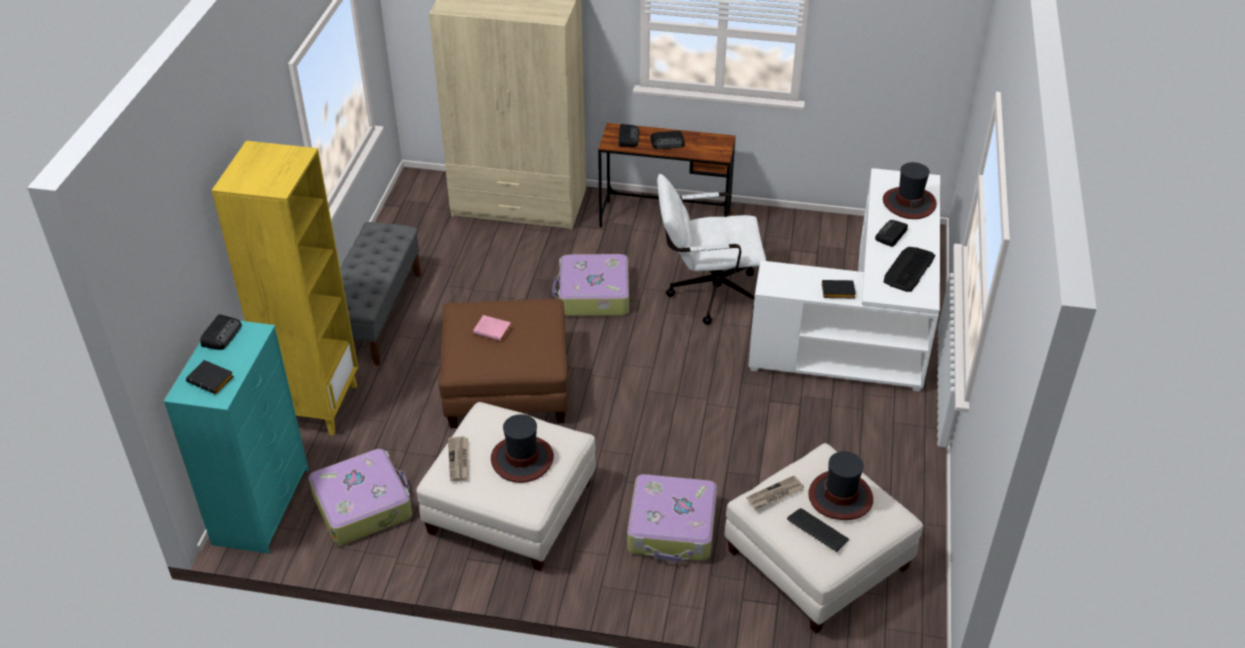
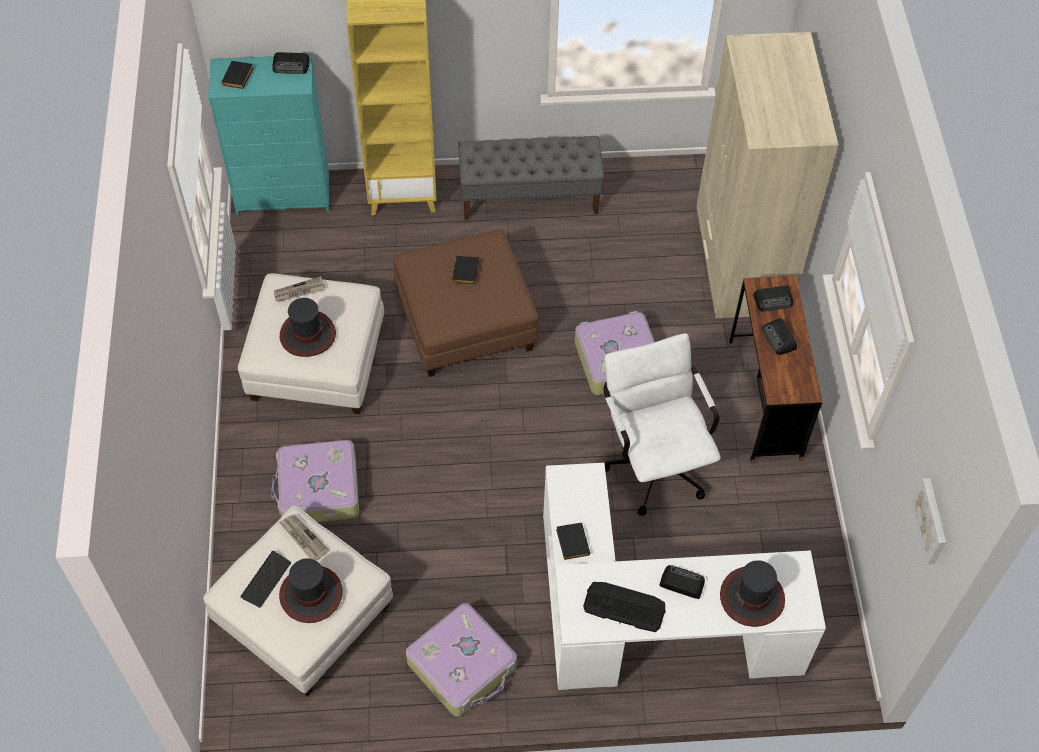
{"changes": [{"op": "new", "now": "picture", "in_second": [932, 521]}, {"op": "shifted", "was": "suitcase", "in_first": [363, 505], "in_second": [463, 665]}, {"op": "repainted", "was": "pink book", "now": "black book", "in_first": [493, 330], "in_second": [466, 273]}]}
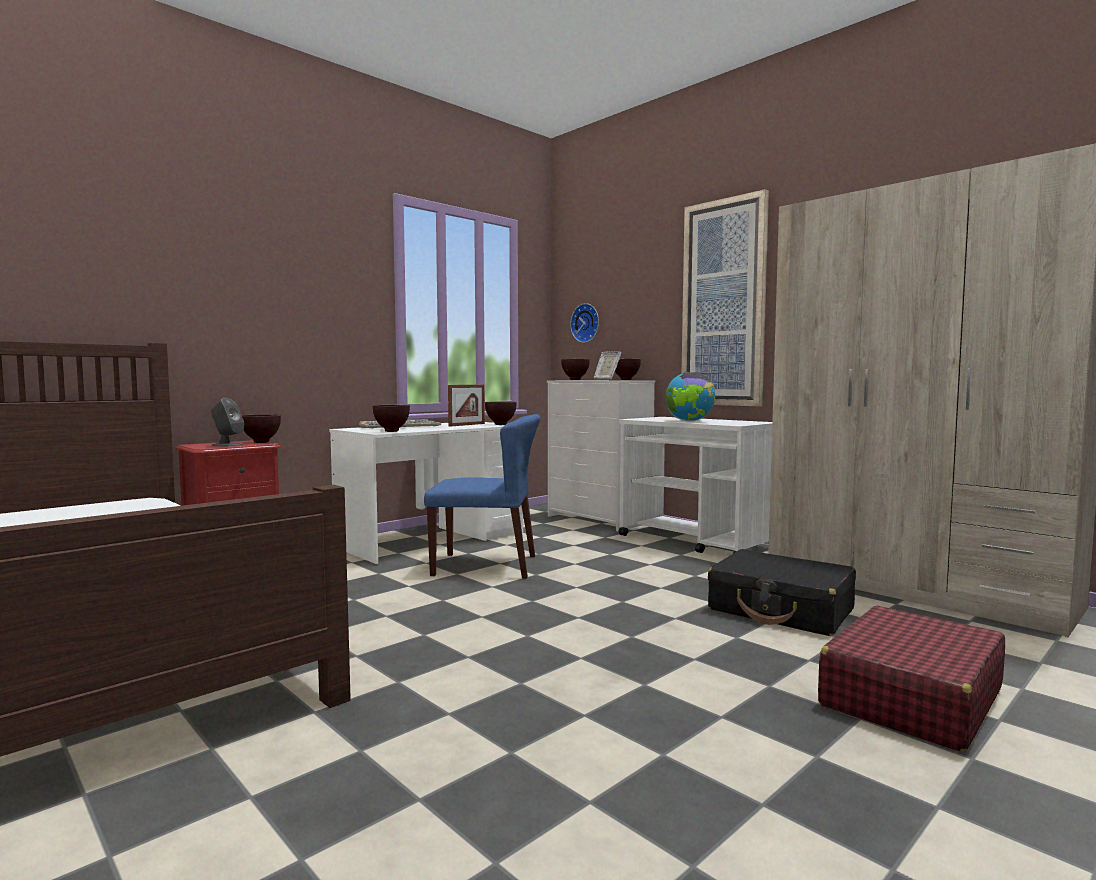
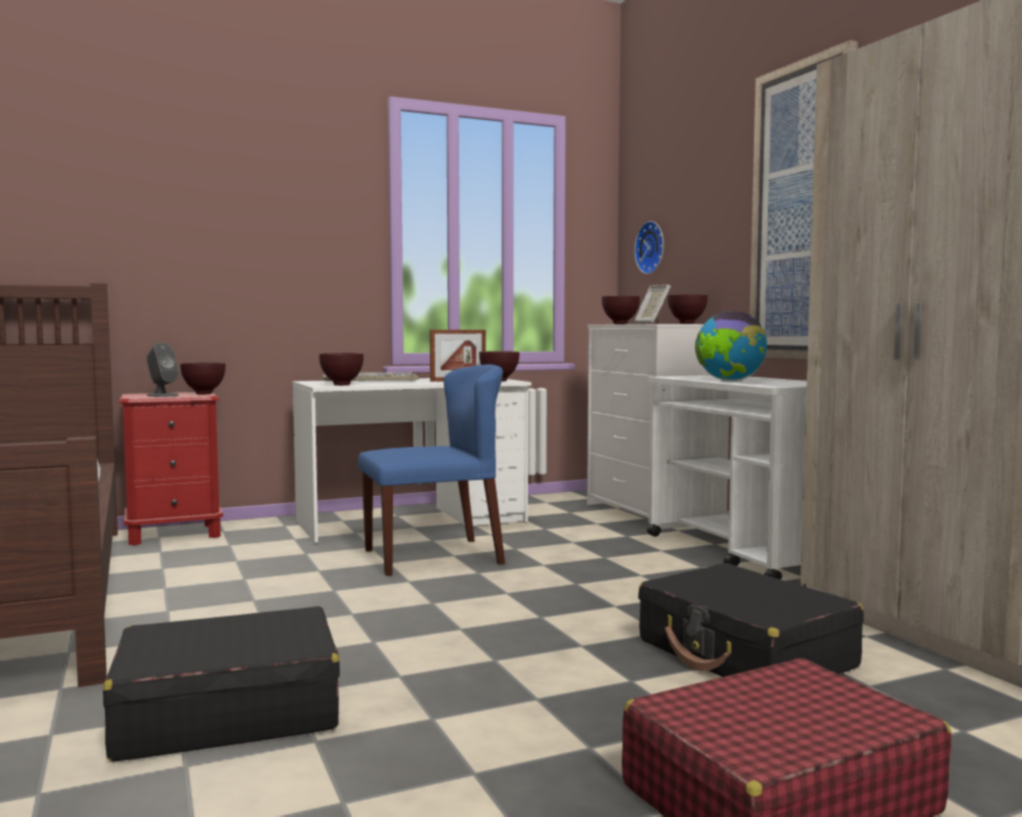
{"changes": [{"op": "new", "now": "black suitcase", "in_second": [227, 712]}, {"op": "rotated", "was": "blue chair", "in_first": [486, 565], "in_second": [434, 556], "clockwise": -45}]}
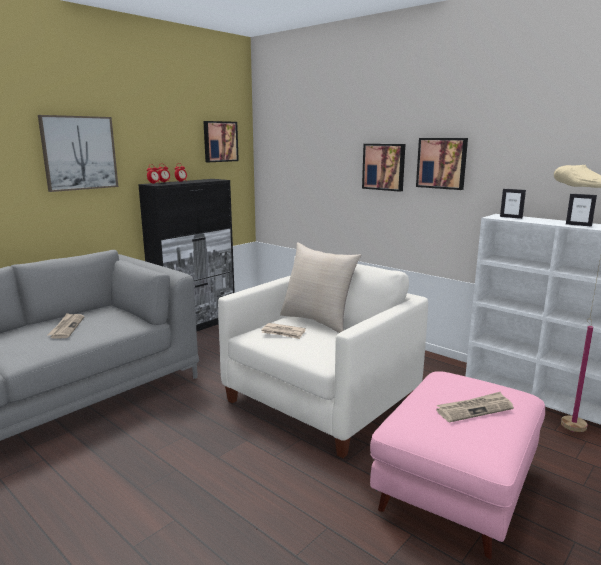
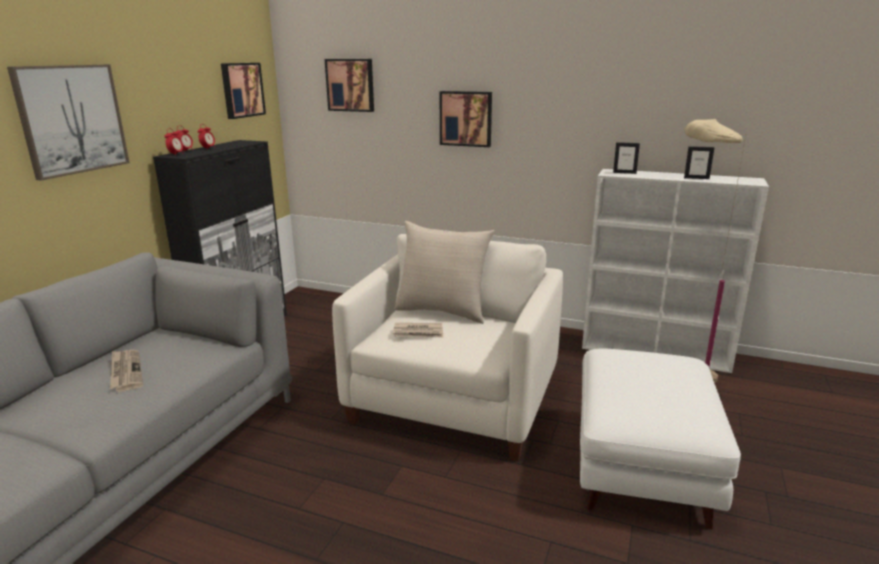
{"changes": [{"op": "gone", "was": "newspaper", "in_first": [474, 409]}, {"op": "shifted", "was": "picture", "in_first": [442, 163], "in_second": [351, 85]}, {"op": "repainted", "was": "pink ottoman", "now": "white ottoman", "in_first": [457, 488], "in_second": [643, 466]}]}
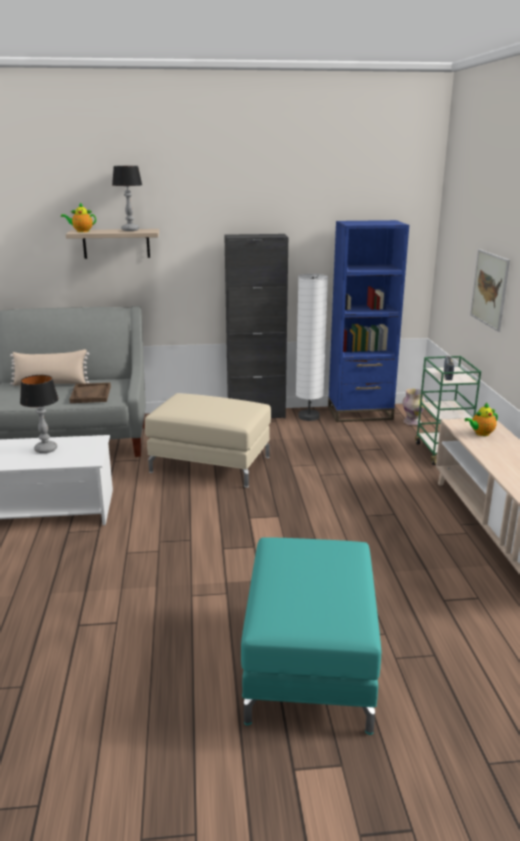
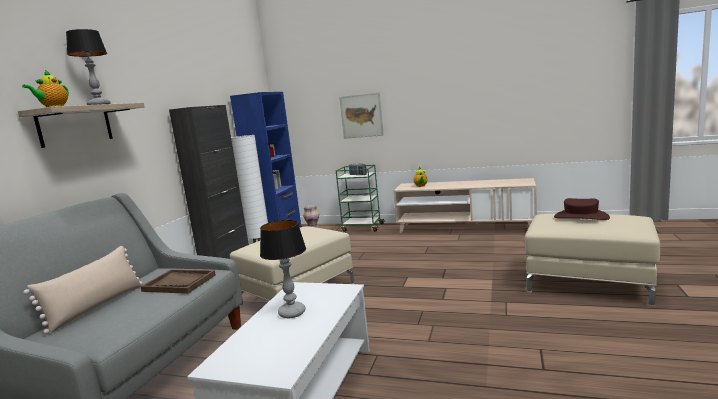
{"changes": [{"op": "new", "now": "brown hat", "in_second": [581, 217]}, {"op": "repainted", "was": "turquoise ottoman", "now": "beige ottoman", "in_first": [311, 664], "in_second": [588, 283]}]}
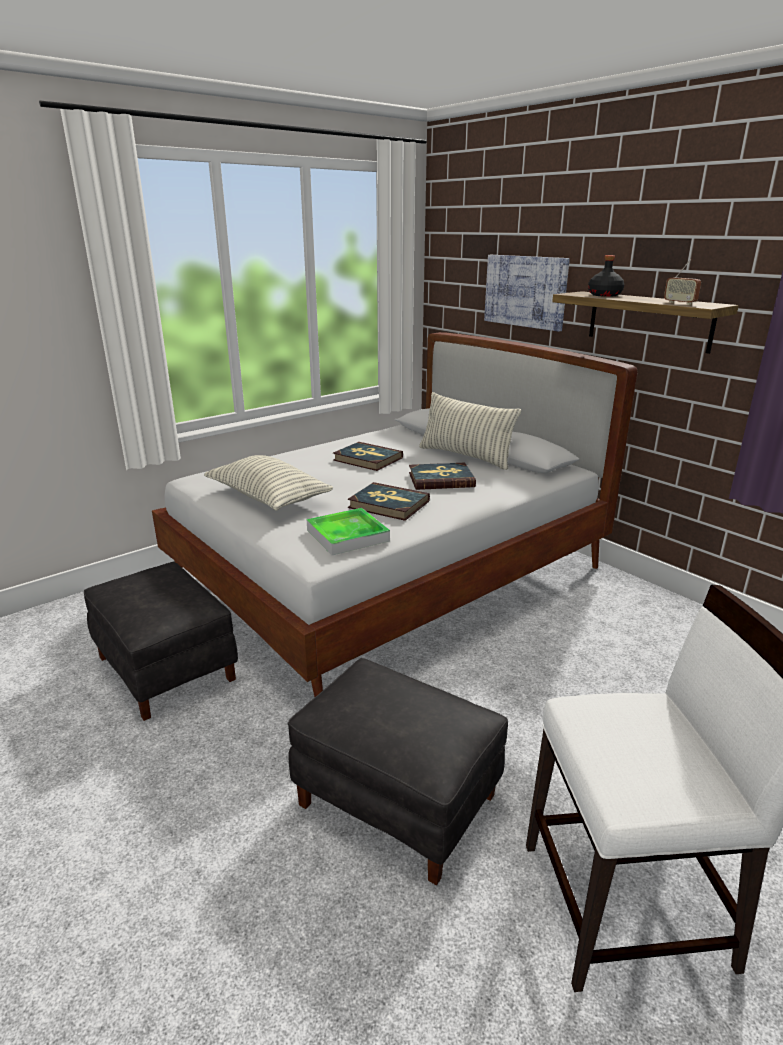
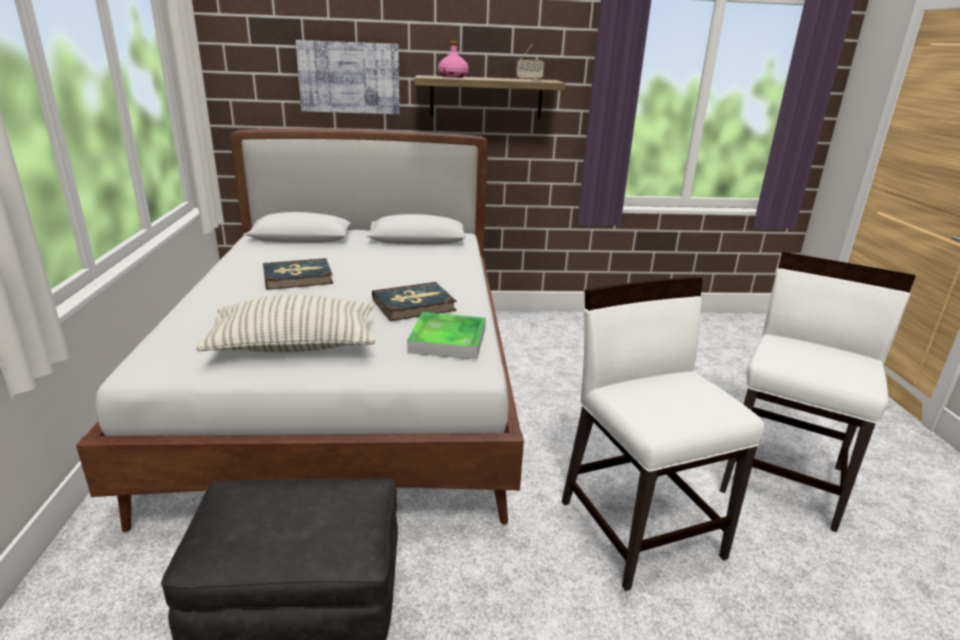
{"changes": [{"op": "gone", "was": "book", "in_first": [441, 479]}, {"op": "gone", "was": "pillow", "in_first": [465, 456]}, {"op": "swapped", "was": "black ottoman", "now": "white chair", "in_first": [398, 799], "in_second": [640, 527]}, {"op": "repainted", "was": "black bottle", "now": "pink bottle", "in_first": [604, 295], "in_second": [453, 77]}]}
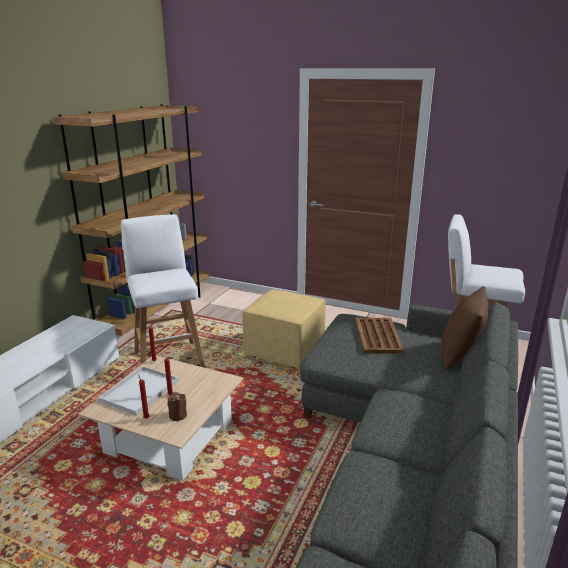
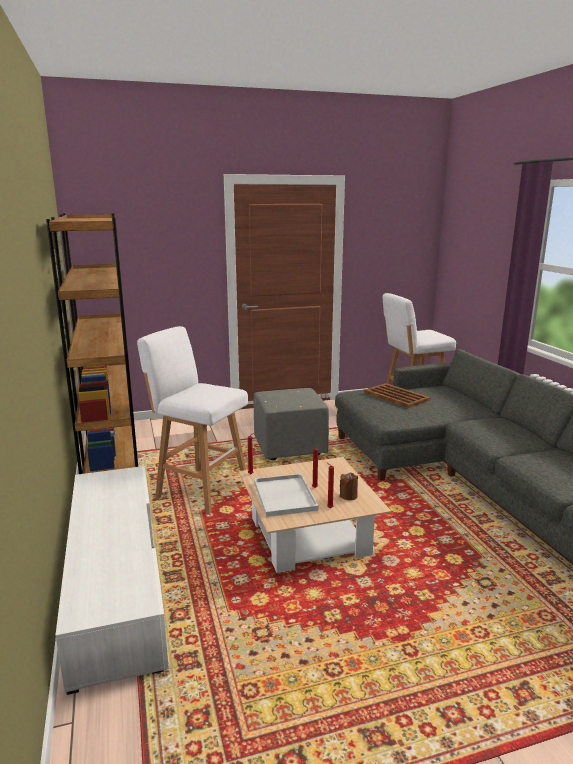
{"changes": [{"op": "gone", "was": "brown pillow", "in_first": [459, 356]}, {"op": "repainted", "was": "yellow ottoman", "now": "grey ottoman", "in_first": [285, 351], "in_second": [289, 447]}]}
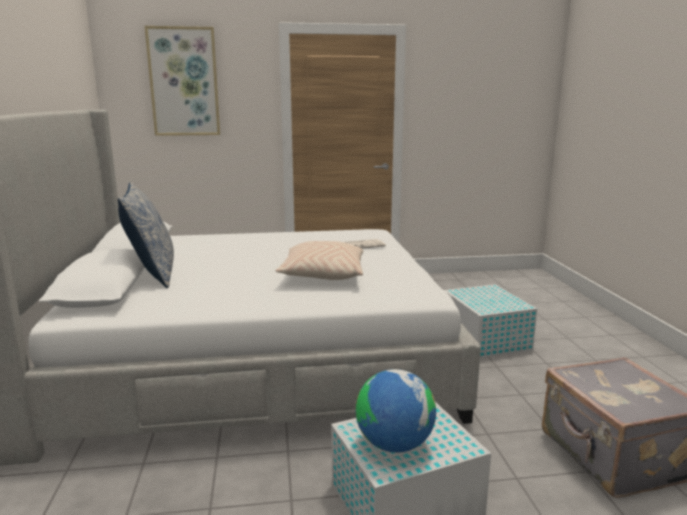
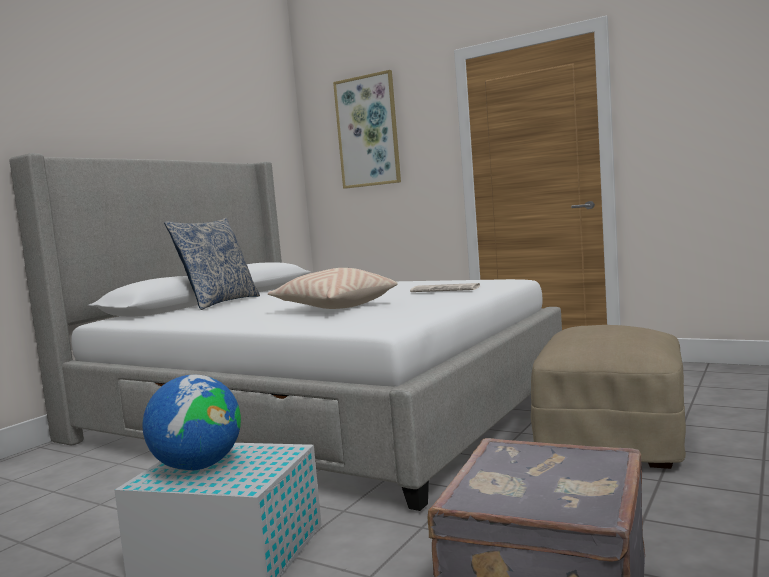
{"changes": [{"op": "swapped", "was": "white storage box", "now": "beige ottoman", "in_first": [485, 340], "in_second": [612, 439]}]}
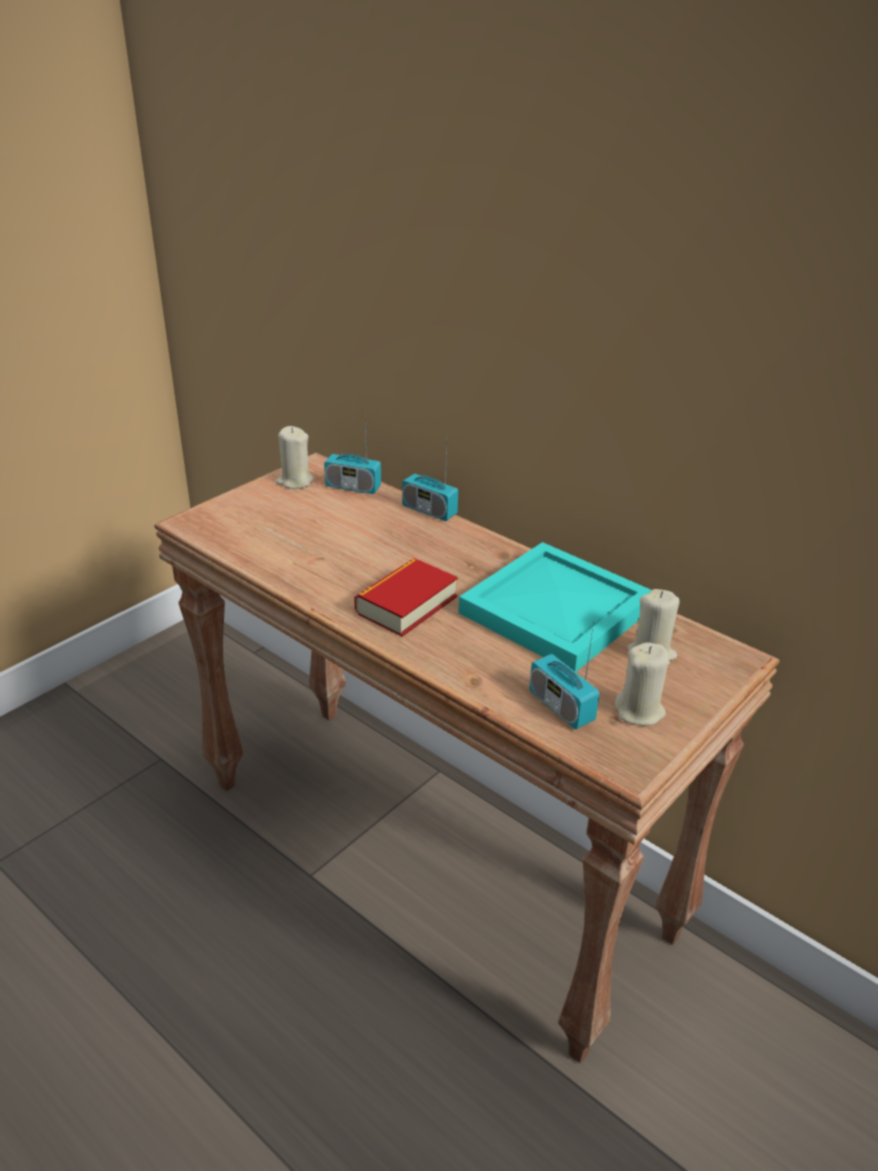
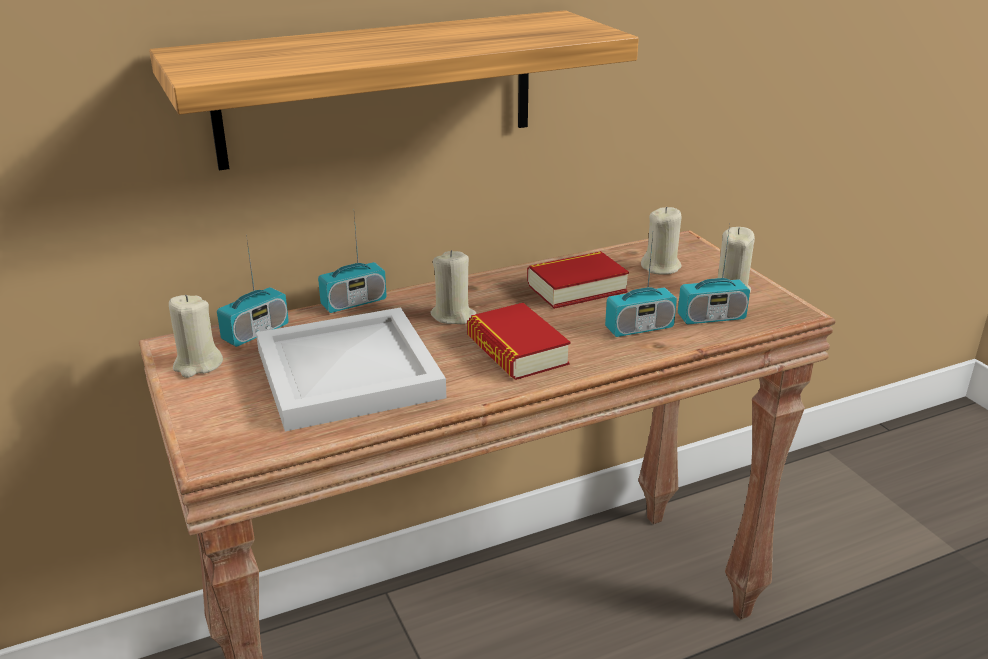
{"changes": [{"op": "new", "now": "shelf", "in_second": [378, 88]}, {"op": "new", "now": "white tray", "in_second": [350, 372]}, {"op": "new", "now": "beige candle", "in_second": [453, 316]}, {"op": "new", "now": "radio", "in_second": [639, 328]}, {"op": "swapped", "was": "turquoise tray", "now": "book", "in_first": [553, 610], "in_second": [576, 288]}]}
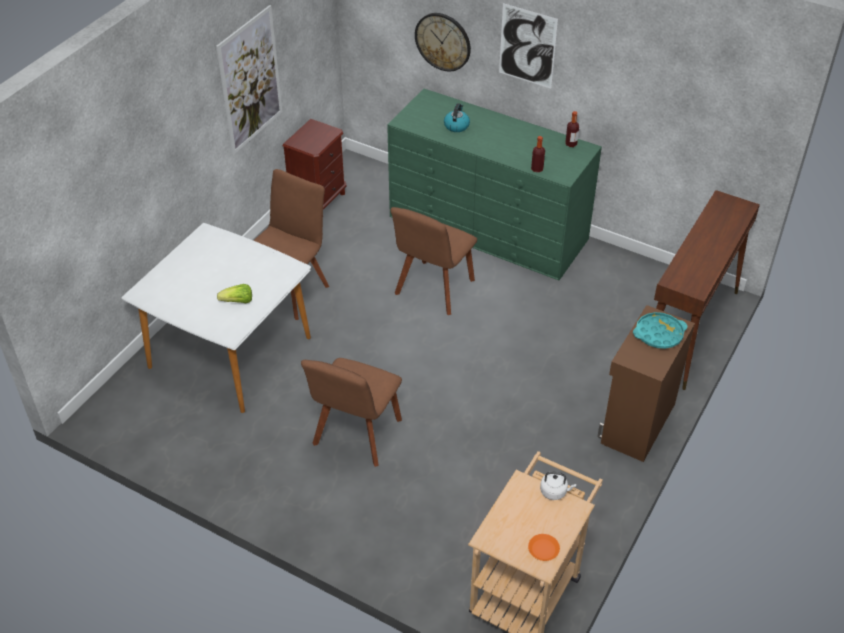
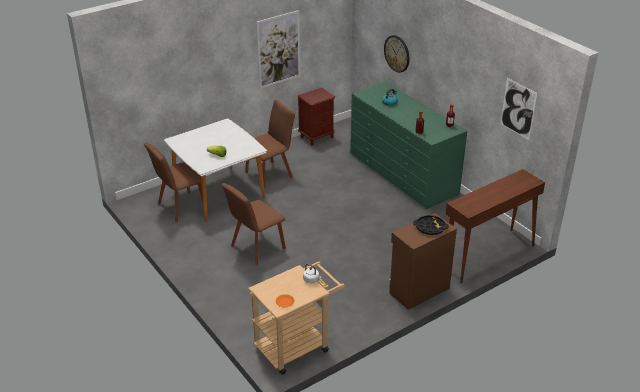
{"changes": [{"op": "shifted", "was": "brown chair", "in_first": [433, 290], "in_second": [180, 207]}, {"op": "shifted", "was": "picture", "in_first": [527, 46], "in_second": [518, 109]}, {"op": "repainted", "was": "turquoise tray", "now": "black tray", "in_first": [659, 334], "in_second": [430, 227]}]}
